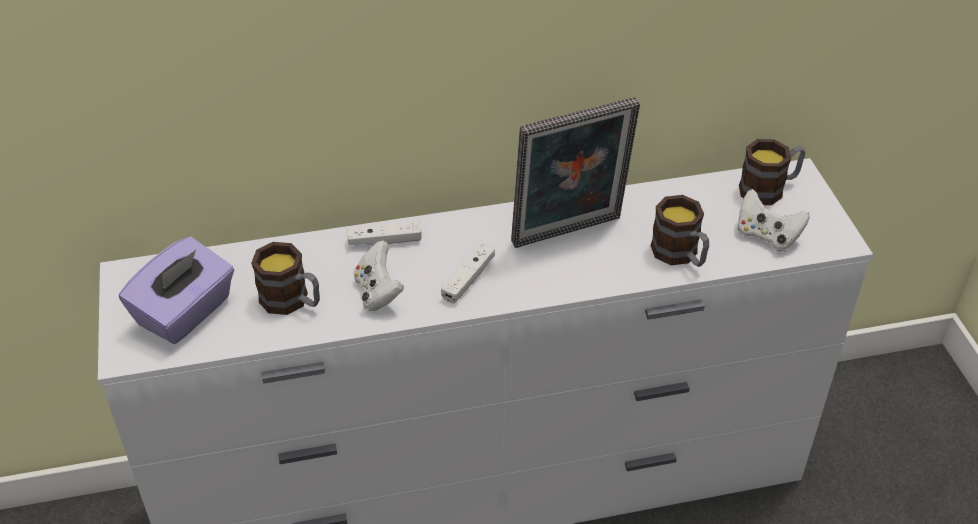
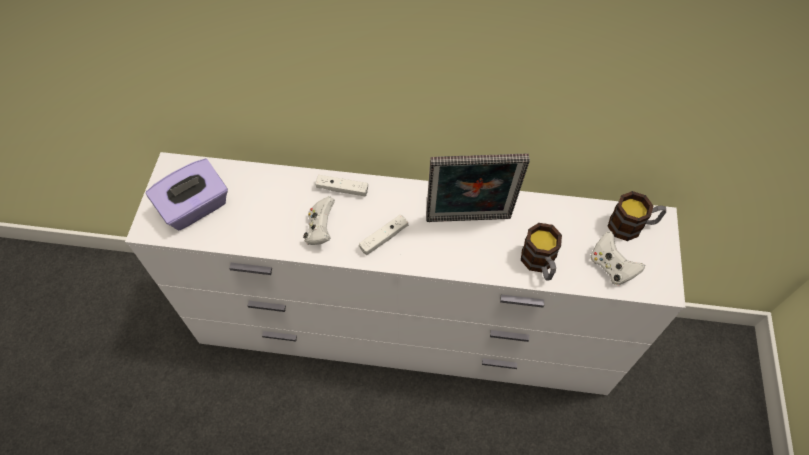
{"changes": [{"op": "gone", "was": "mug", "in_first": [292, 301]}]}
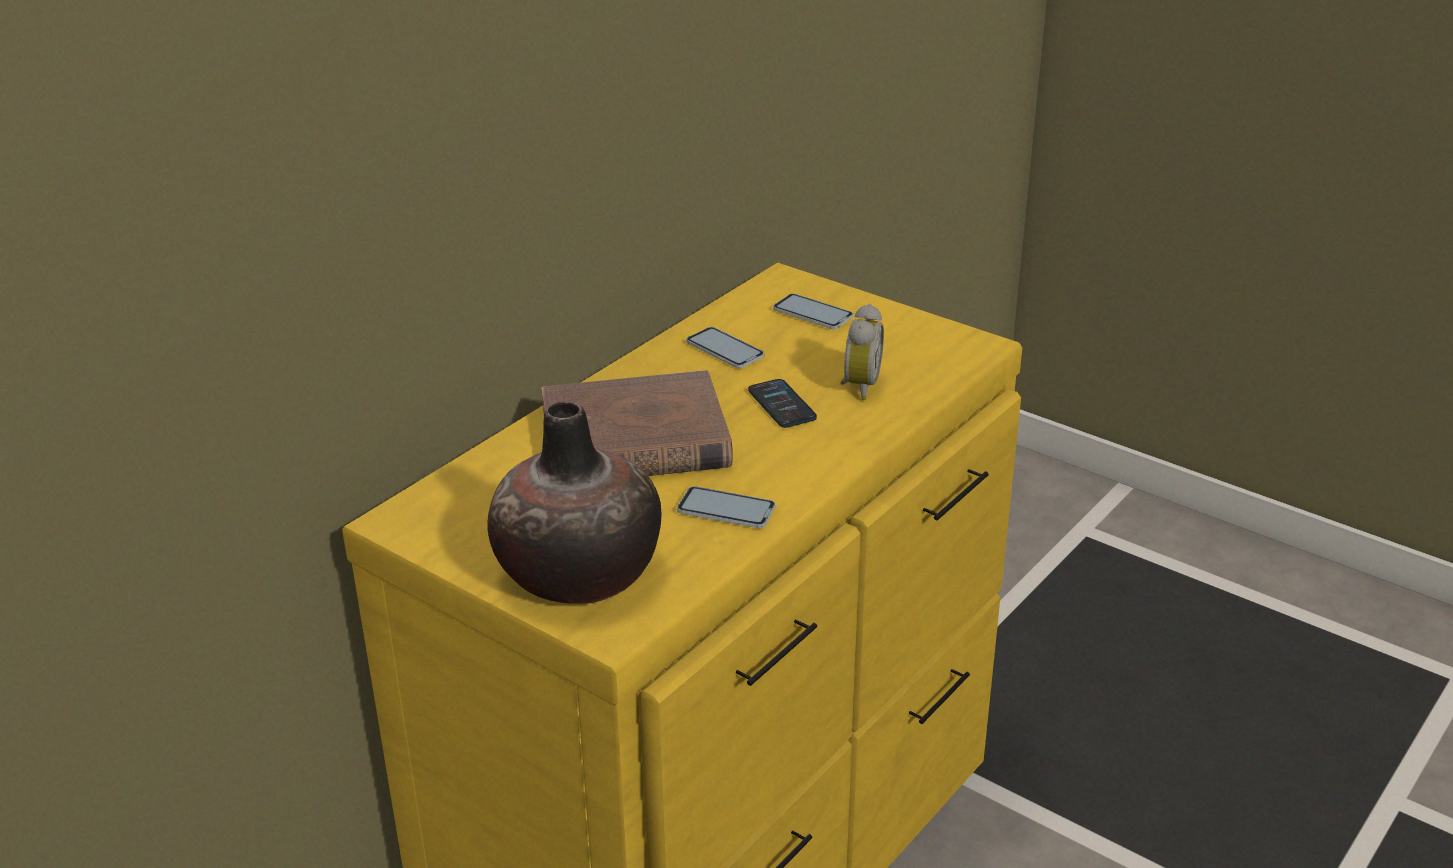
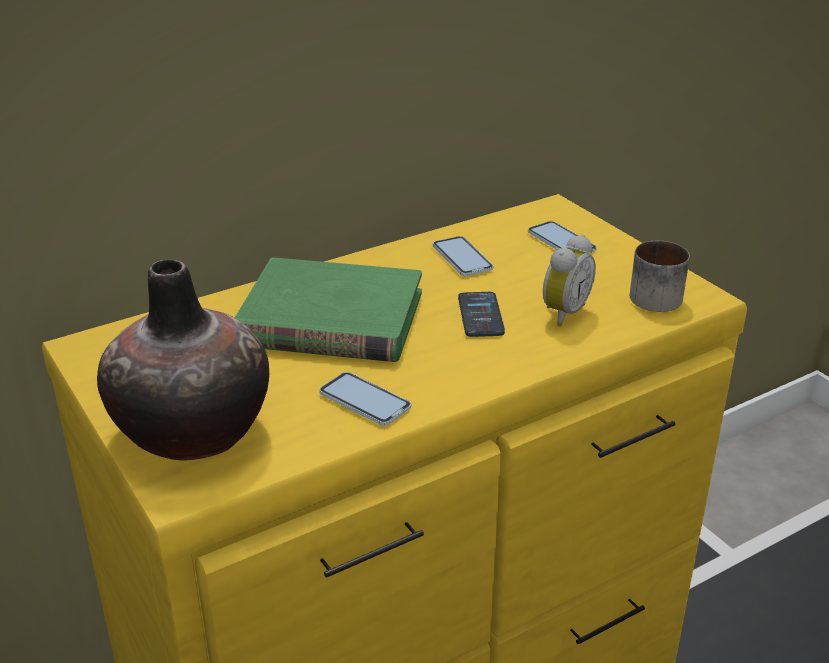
{"changes": [{"op": "new", "now": "mug", "in_second": [651, 294]}, {"op": "repainted", "was": "brown book", "now": "green book", "in_first": [635, 439], "in_second": [331, 319]}]}
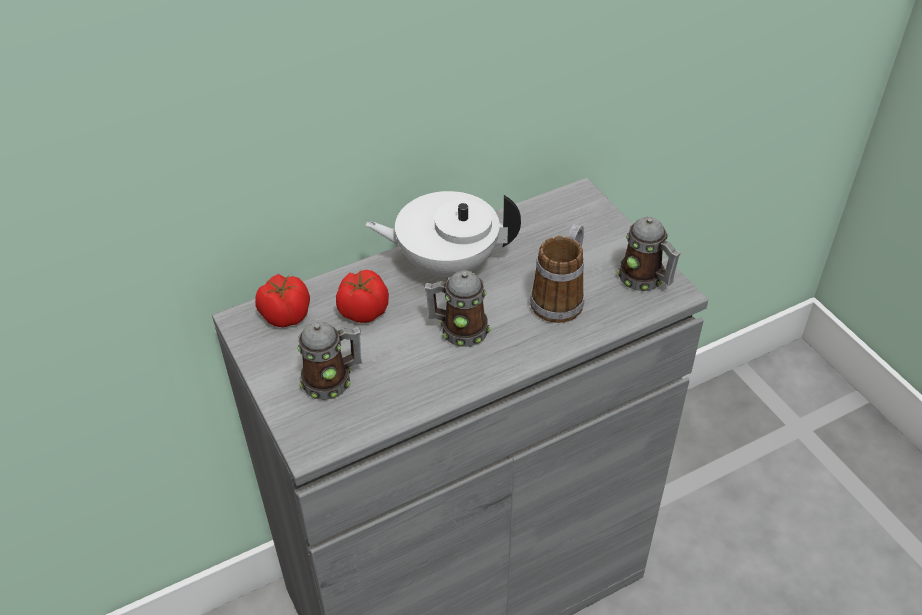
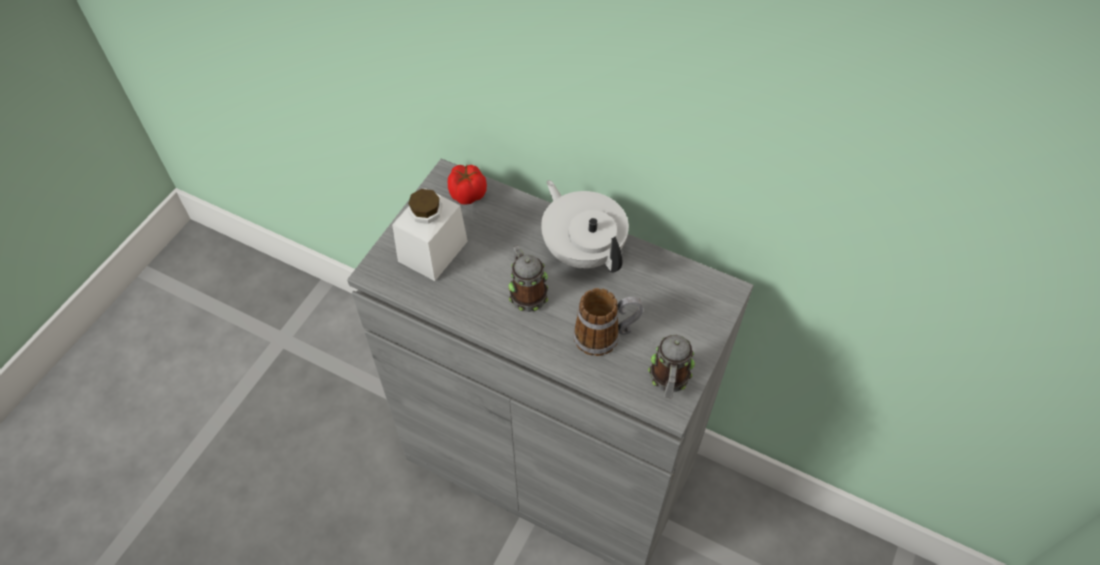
{"changes": [{"op": "gone", "was": "tomato", "in_first": [362, 311]}, {"op": "swapped", "was": "mug", "now": "white jar", "in_first": [332, 380], "in_second": [433, 251]}]}
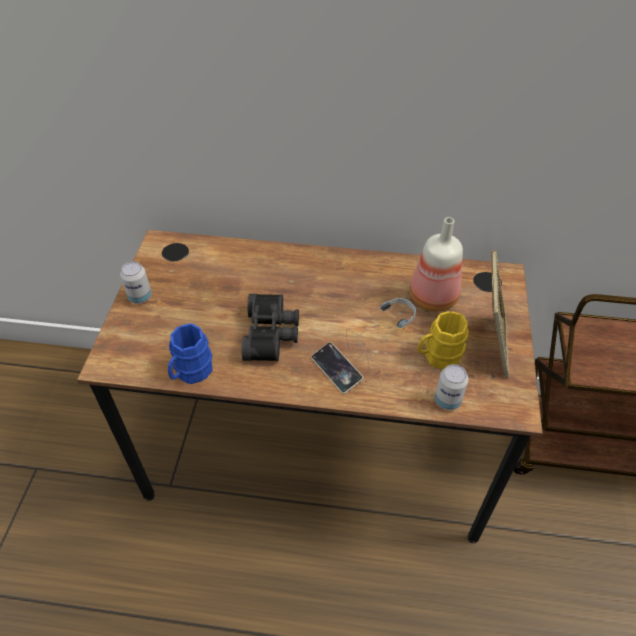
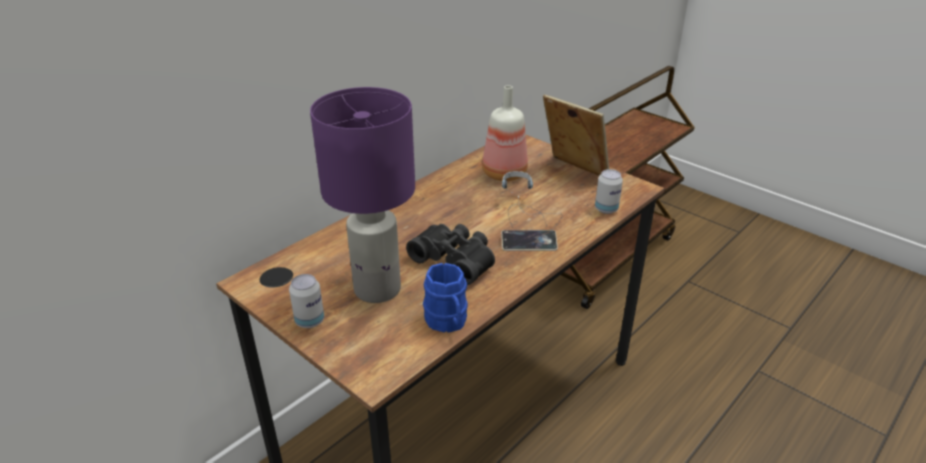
{"changes": [{"op": "gone", "was": "yellow mug", "in_first": [438, 356]}, {"op": "new", "now": "purple table lamp", "in_second": [378, 289]}]}
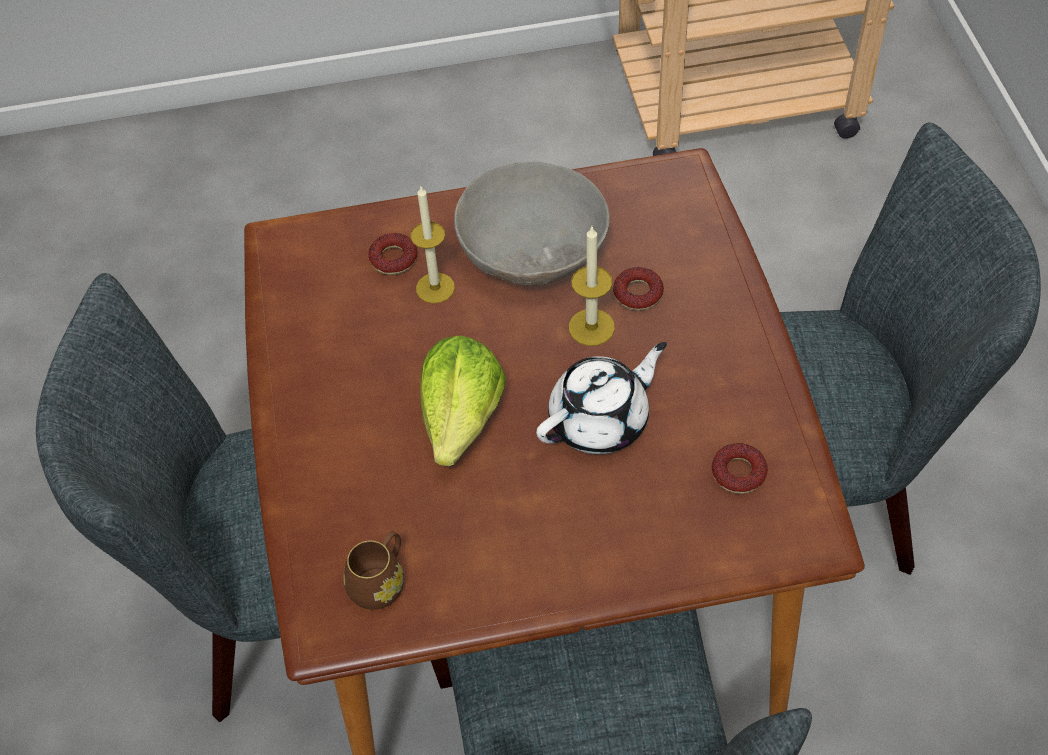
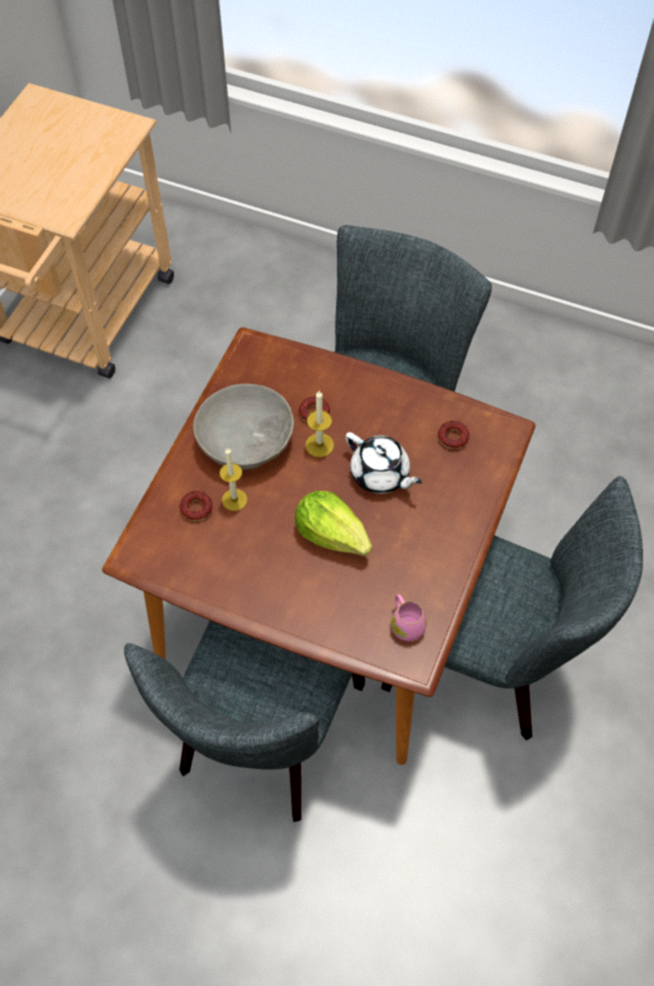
{"changes": [{"op": "repainted", "was": "brown mug", "now": "pink mug", "in_first": [381, 581], "in_second": [405, 624]}, {"op": "rotated", "was": "white teapot", "in_first": [601, 420], "in_second": [380, 474], "clockwise": 135}]}
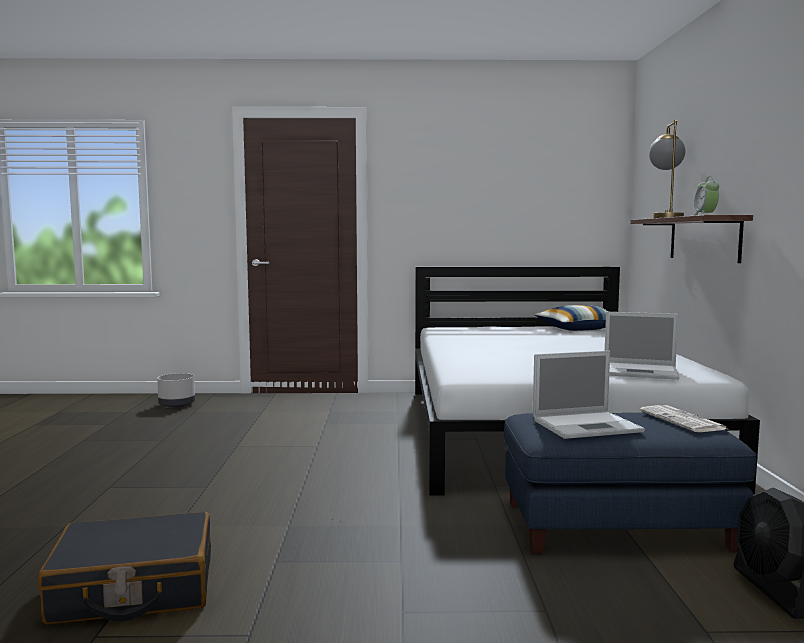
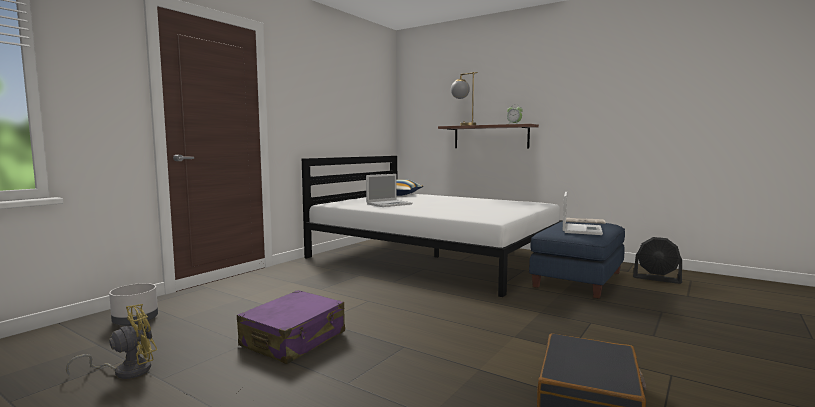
{"changes": [{"op": "new", "now": "yellow fan", "in_second": [126, 371]}, {"op": "new", "now": "purple suitcase", "in_second": [294, 339]}, {"op": "shifted", "was": "laptop", "in_first": [641, 372], "in_second": [389, 204]}]}
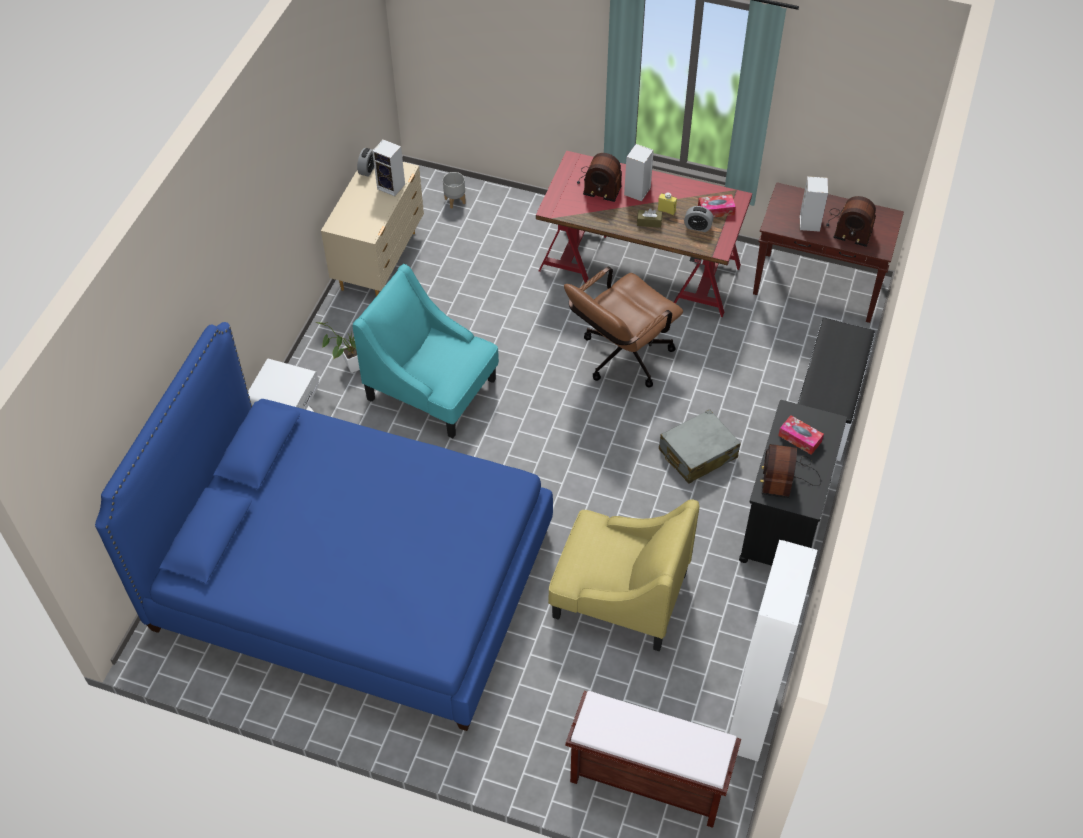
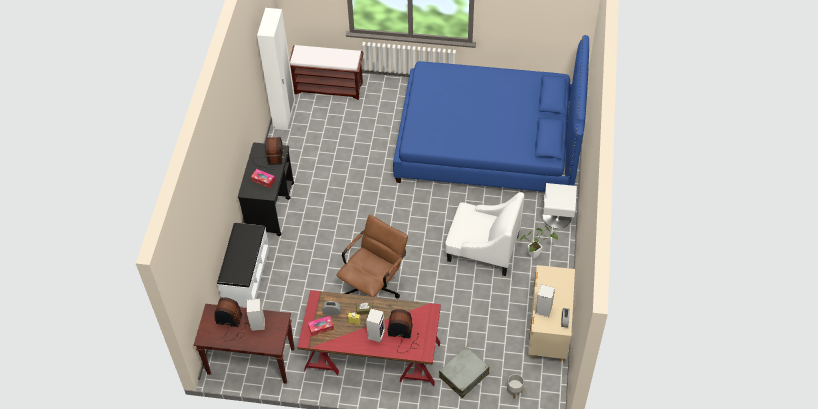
{"changes": [{"op": "gone", "was": "yellow armchair", "in_first": [619, 595]}, {"op": "shifted", "was": "grey suitcase", "in_first": [697, 454], "in_second": [464, 375]}, {"op": "repainted", "was": "turquoise armchair", "now": "white armchair", "in_first": [432, 389], "in_second": [482, 248]}]}
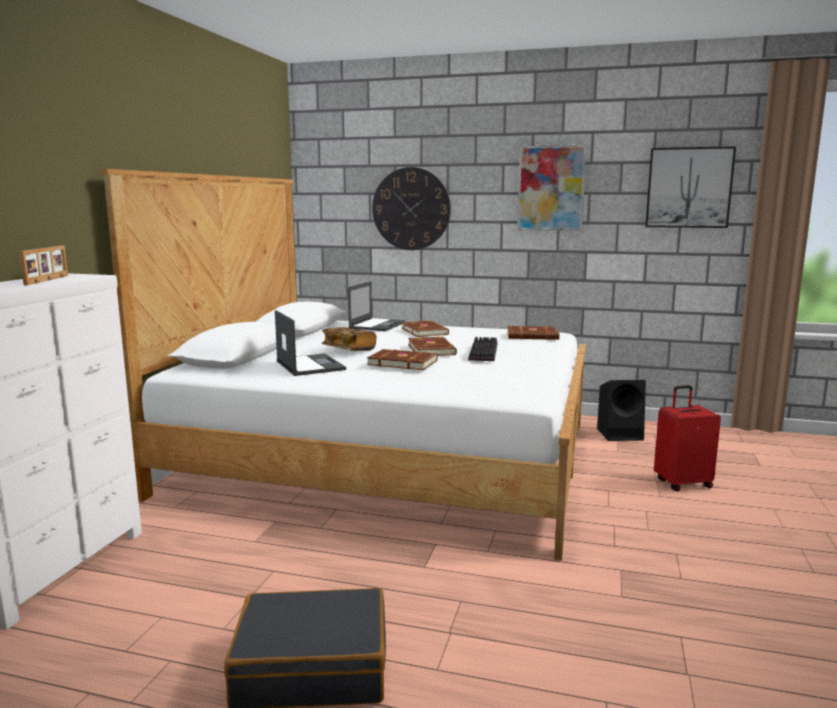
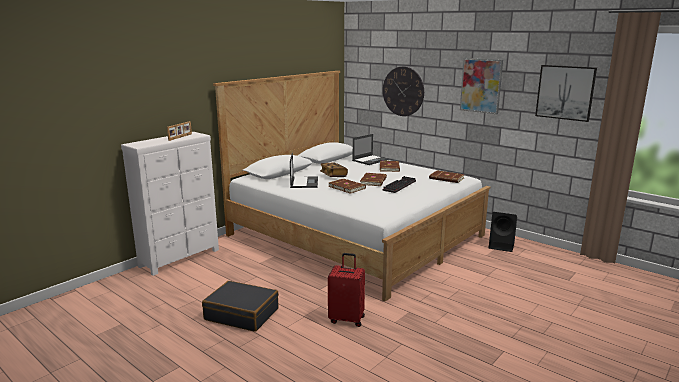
{"changes": [{"op": "shifted", "was": "red suitcase", "in_first": [682, 483], "in_second": [347, 319]}]}
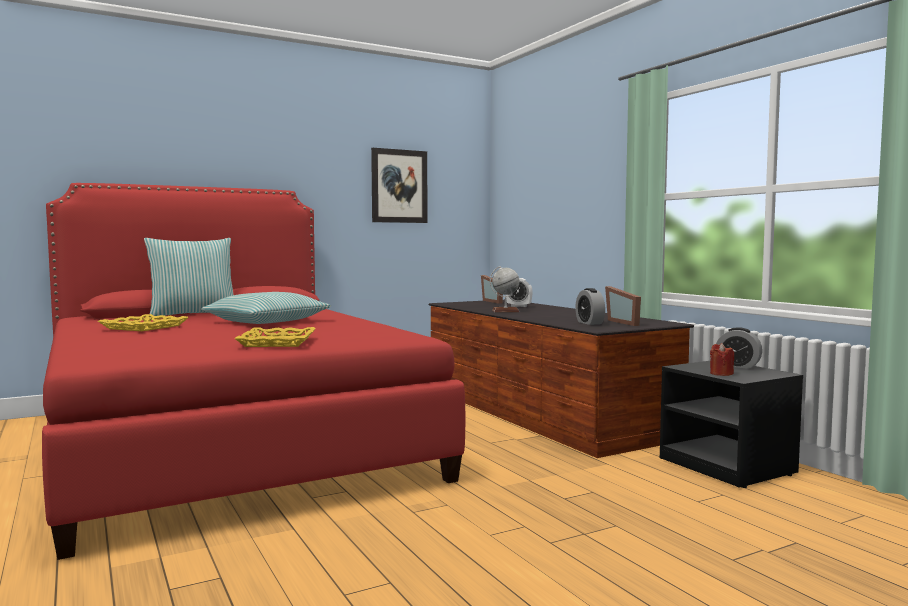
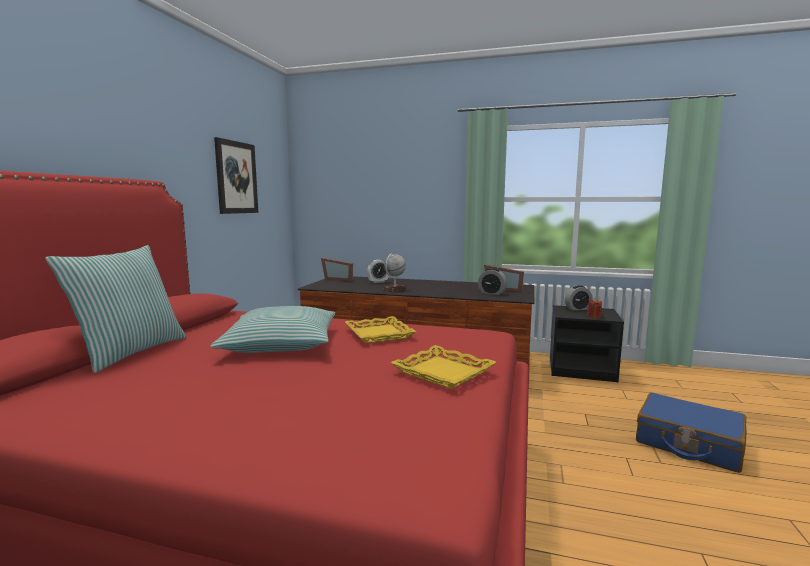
{"changes": [{"op": "new", "now": "blue suitcase", "in_second": [688, 443]}, {"op": "shifted", "was": "yellow tray", "in_first": [145, 327], "in_second": [379, 334]}]}
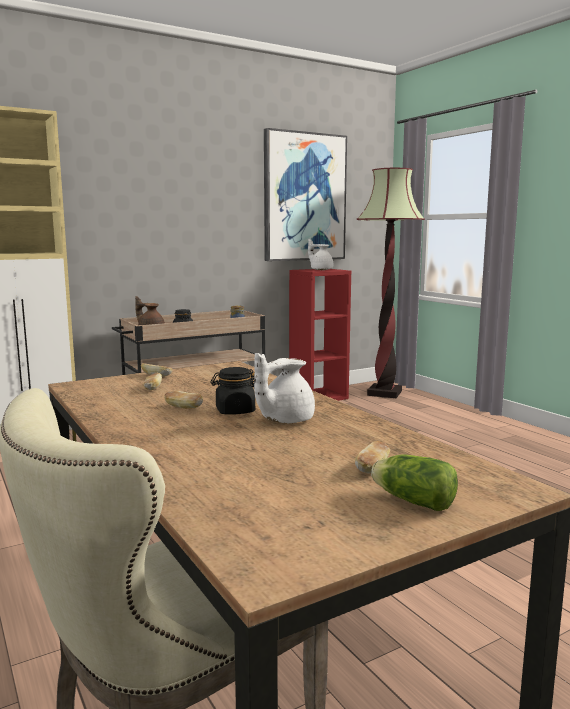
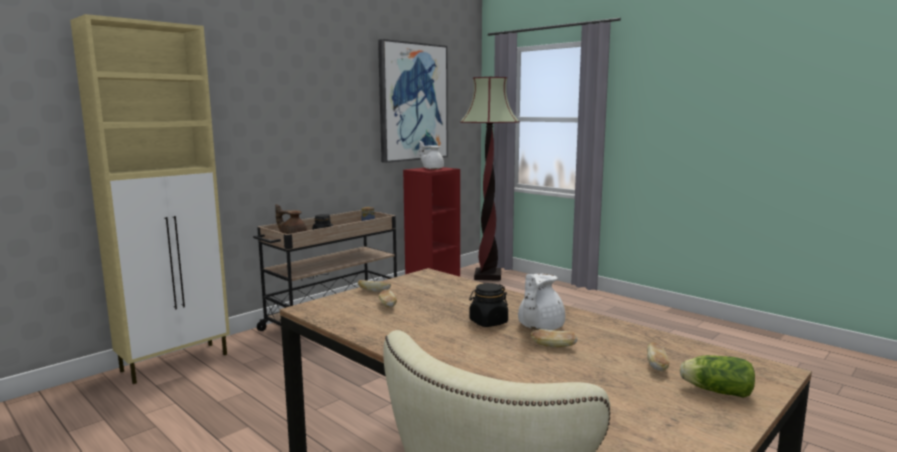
{"changes": [{"op": "shifted", "was": "bread", "in_first": [183, 408], "in_second": [553, 346]}]}
